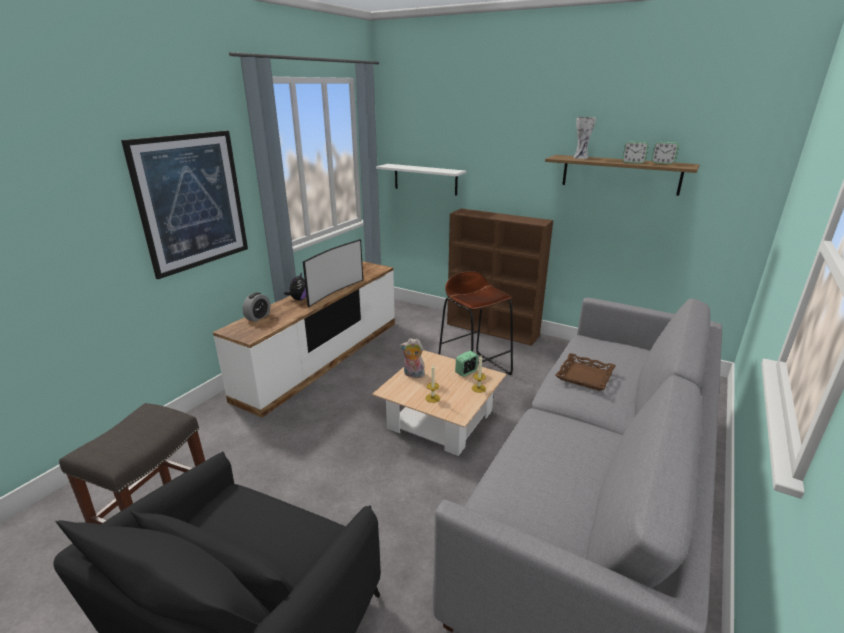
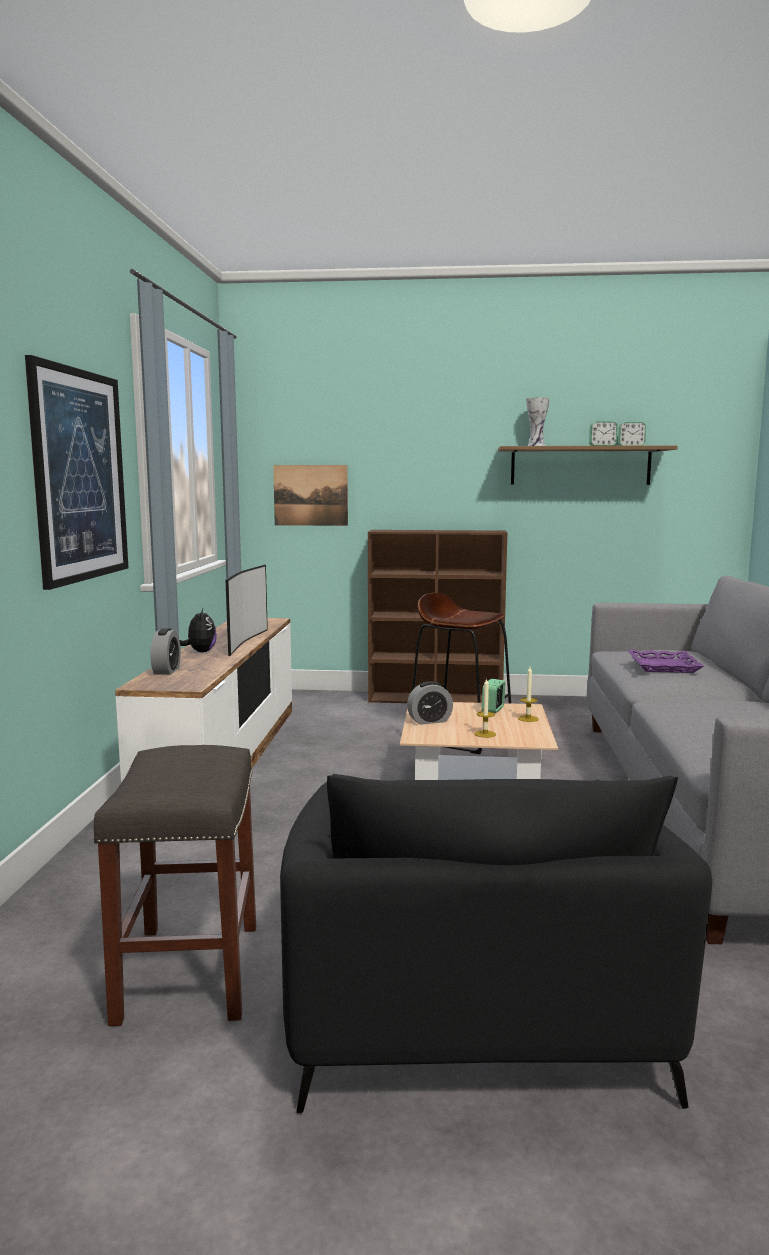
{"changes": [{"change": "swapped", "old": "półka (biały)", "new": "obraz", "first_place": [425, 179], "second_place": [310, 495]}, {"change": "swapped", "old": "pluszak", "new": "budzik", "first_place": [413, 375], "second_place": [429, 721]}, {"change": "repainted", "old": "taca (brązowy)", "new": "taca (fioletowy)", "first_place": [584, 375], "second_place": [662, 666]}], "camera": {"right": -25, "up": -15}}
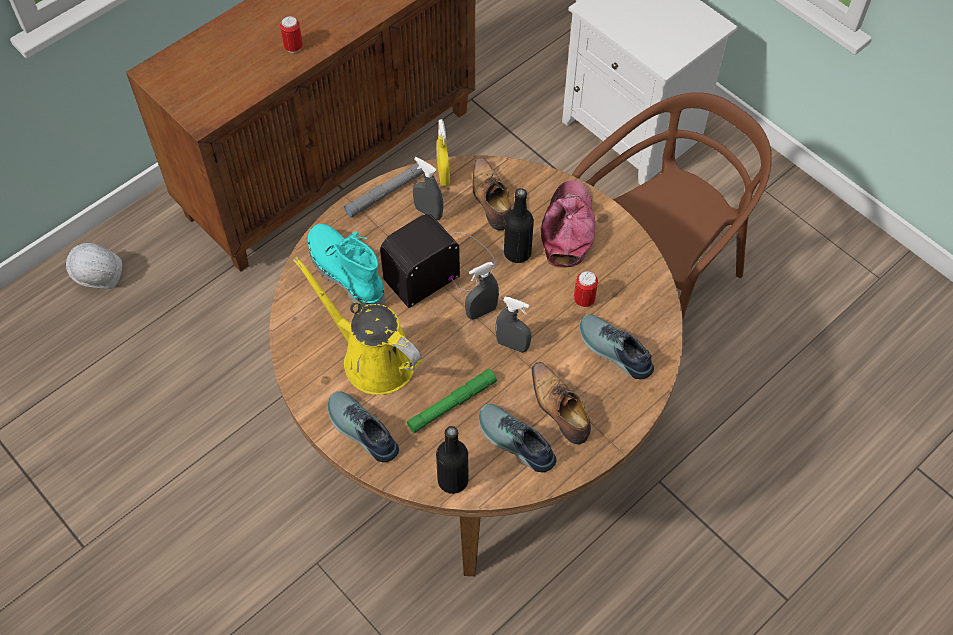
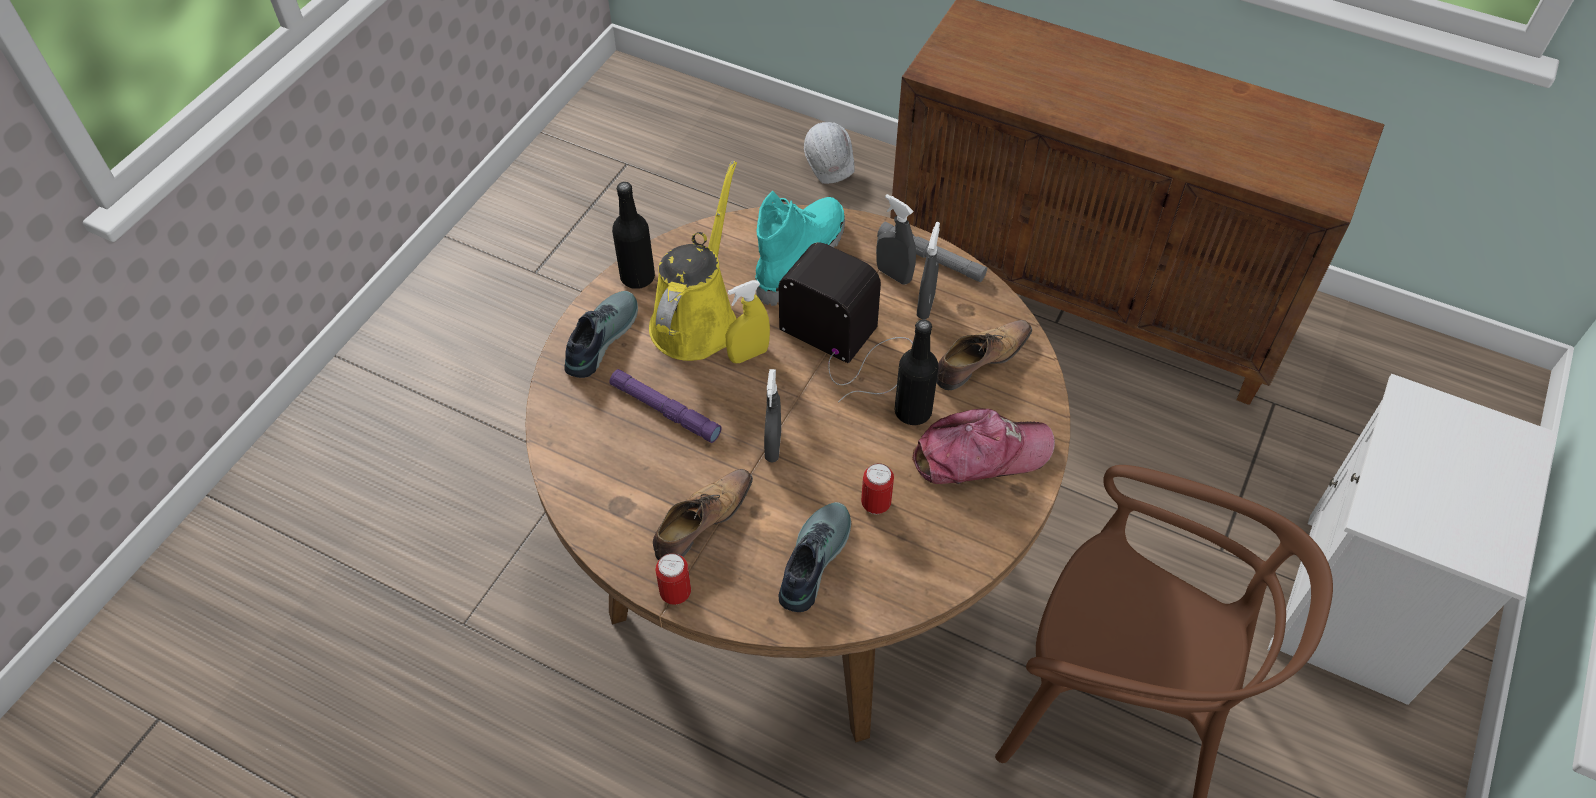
{"changes": [{"change": "gone", "old": "but", "first_place": [514, 442]}, {"change": "shifted", "old": "puszka", "first_place": [293, 47], "second_place": [675, 593]}, {"change": "shifted", "old": "butelka (czarny)", "first_place": [453, 480], "second_place": [637, 277]}, {"change": "shifted", "old": "spryskiwacz (żółty)", "first_place": [443, 176], "second_place": [748, 354]}, {"change": "shifted", "old": "spryskiwacz (szary)", "first_place": [481, 312], "second_place": [894, 274]}, {"change": "repainted", "old": "latarka (zielony)", "new": "latarka (fioletowy)", "first_place": [452, 404], "second_place": [665, 410]}], "camera": {"right": 70, "up": -5}}
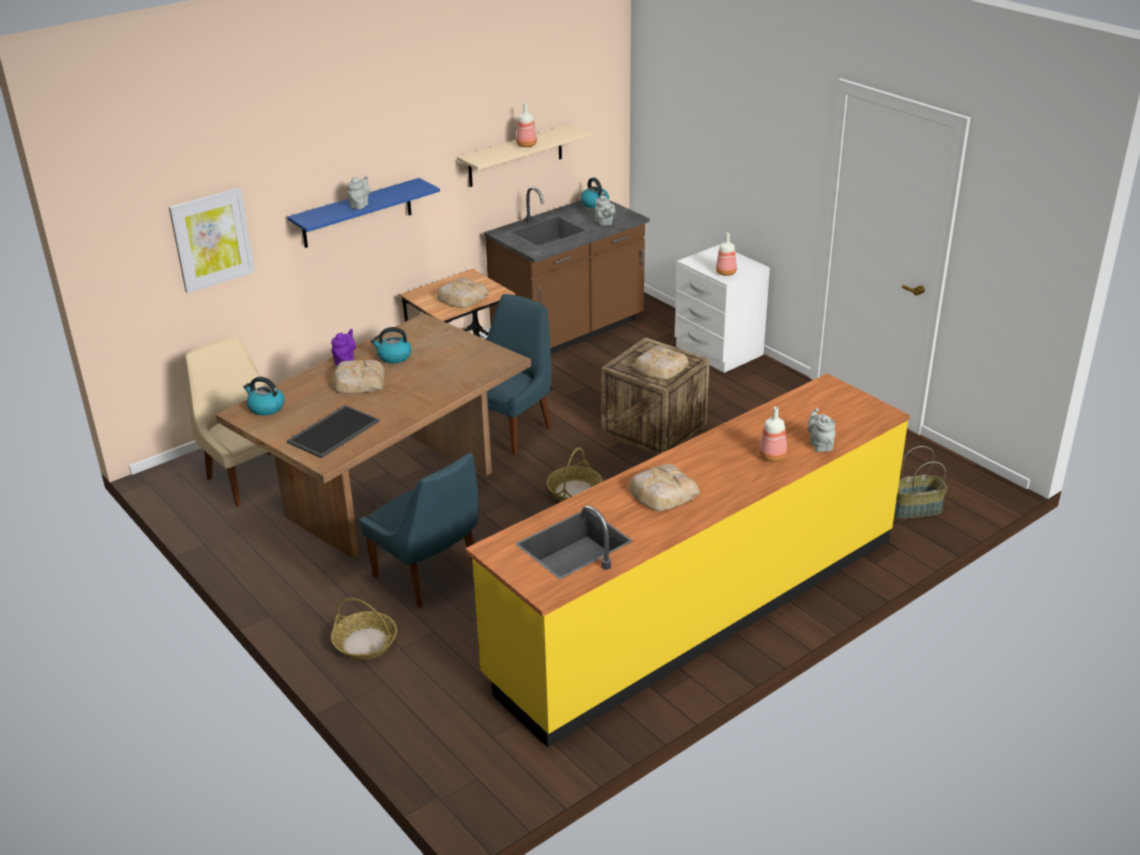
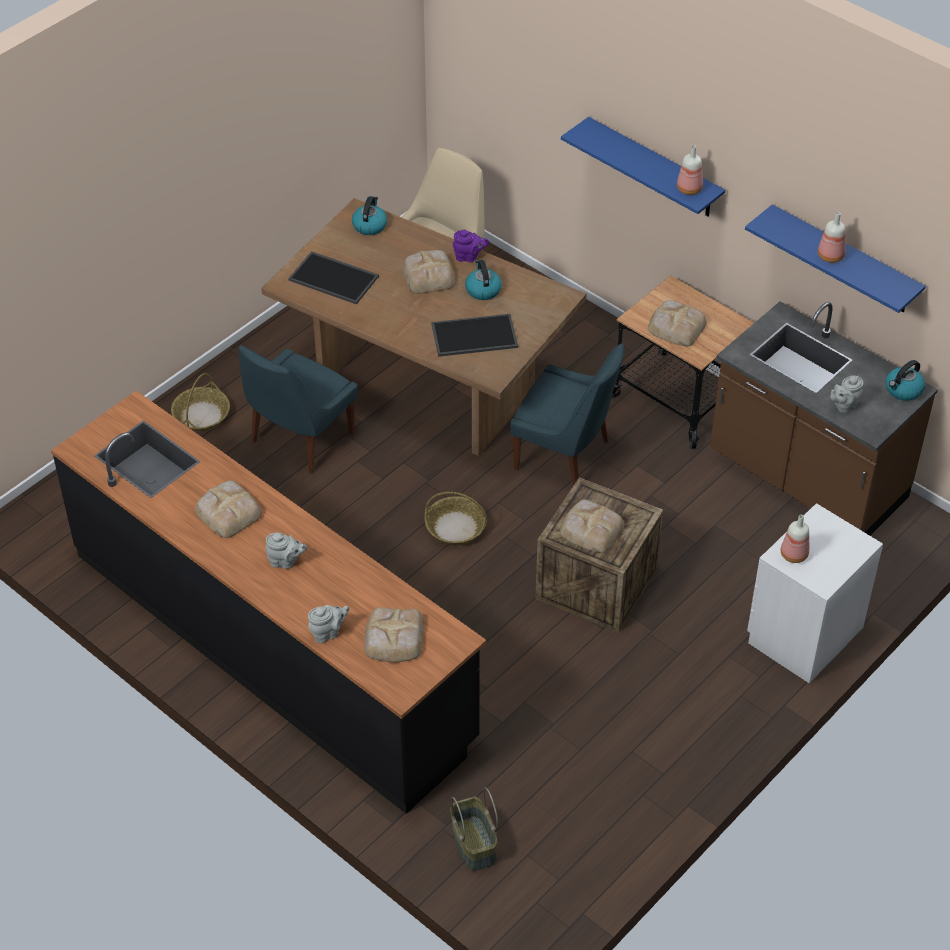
{"changes": [{"change": "gone", "old": "obraz", "first_place": [212, 239]}, {"change": "new", "new": "chleb", "second_place": [393, 638]}, {"change": "new", "new": "taca", "second_place": [473, 337]}, {"change": "shifted", "old": "imbryk (szary)", "first_place": [360, 205], "second_place": [285, 561]}, {"change": "shifted", "old": "butelka", "first_place": [773, 456], "second_place": [689, 189]}, {"change": "repainted", "old": "półka (beżowy)", "new": "półka (niebieski)", "first_place": [515, 156], "second_place": [844, 260]}, {"change": "repainted", "old": "zabudowa kuchenna (żółty)", "new": "zabudowa kuchenna (czarny)", "first_place": [697, 607], "second_place": [272, 645]}], "camera": {"right": 80, "up": 15}}
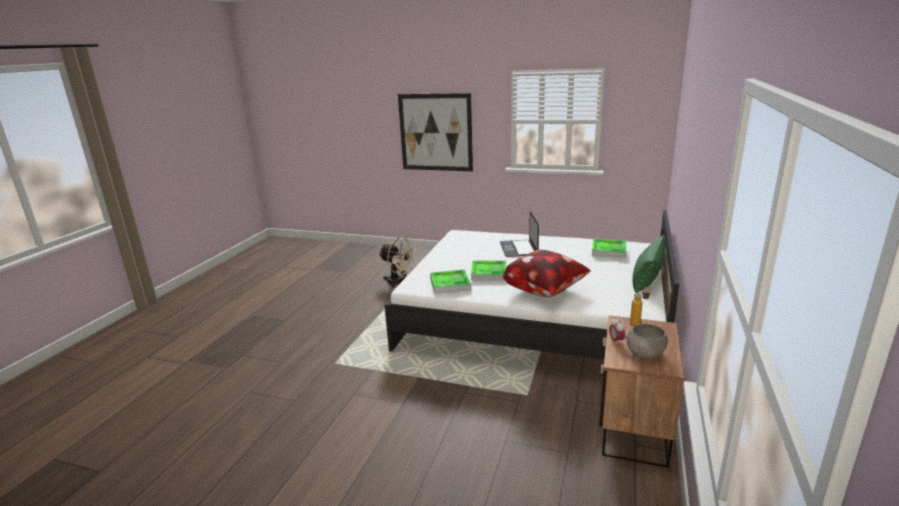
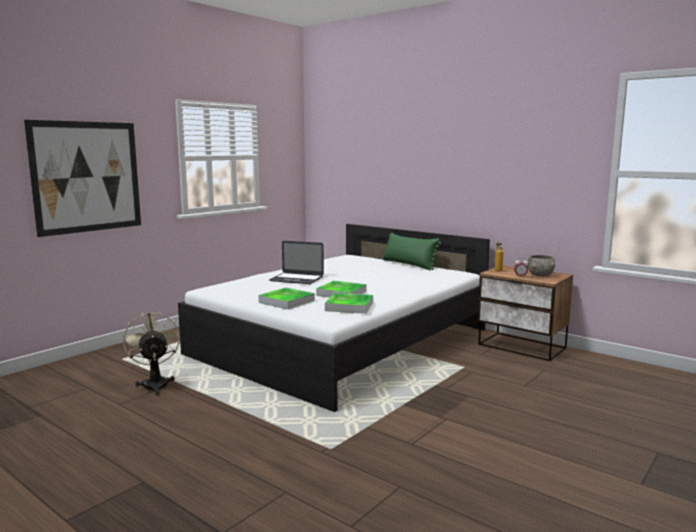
{"changes": [{"change": "gone", "old": "poduszka", "first_place": [546, 291]}, {"change": "shifted", "old": "taca", "first_place": [608, 251], "second_place": [286, 301]}, {"change": "rotated", "old": "wentylator (beżowy)", "first_place": [398, 282], "second_place": [155, 384], "degrees": -75}], "camera": {"right": -70, "up": -10}}
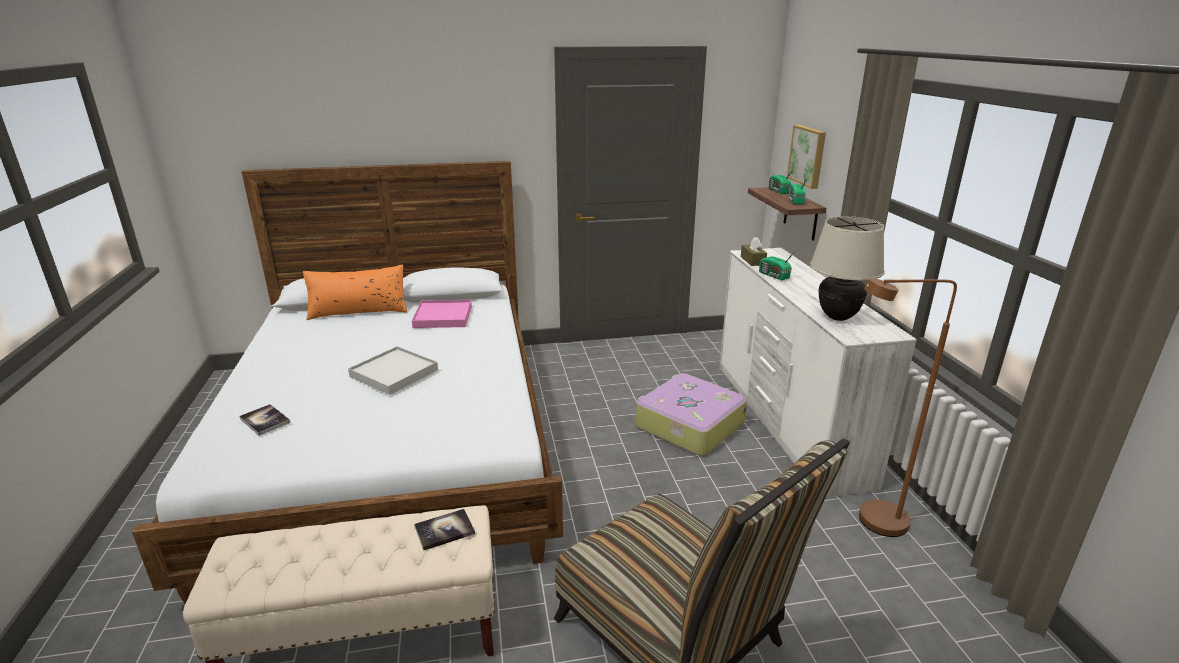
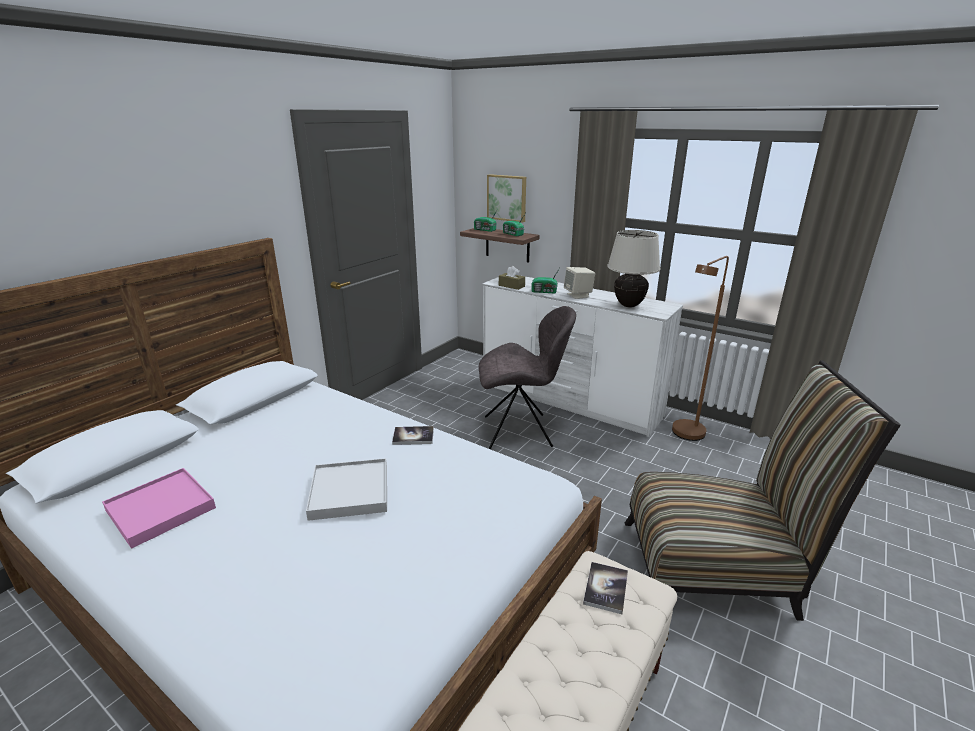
{"changes": [{"change": "gone", "old": "poduszka (pomarańczowy)", "first_place": [358, 311]}, {"change": "new", "new": "głośnik (beżowy)", "second_place": [578, 295]}, {"change": "shifted", "old": "książka", "first_place": [265, 421], "second_place": [413, 436]}, {"change": "shifted", "old": "taca (różowy)", "first_place": [443, 317], "second_place": [161, 509]}, {"change": "swapped", "old": "walizka", "new": "krzesło (szary)", "first_place": [688, 425], "second_place": [521, 431]}], "camera": {"right": -45, "up": 0}}
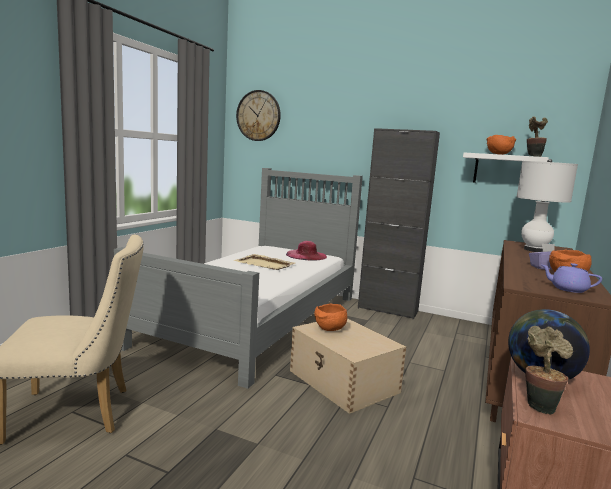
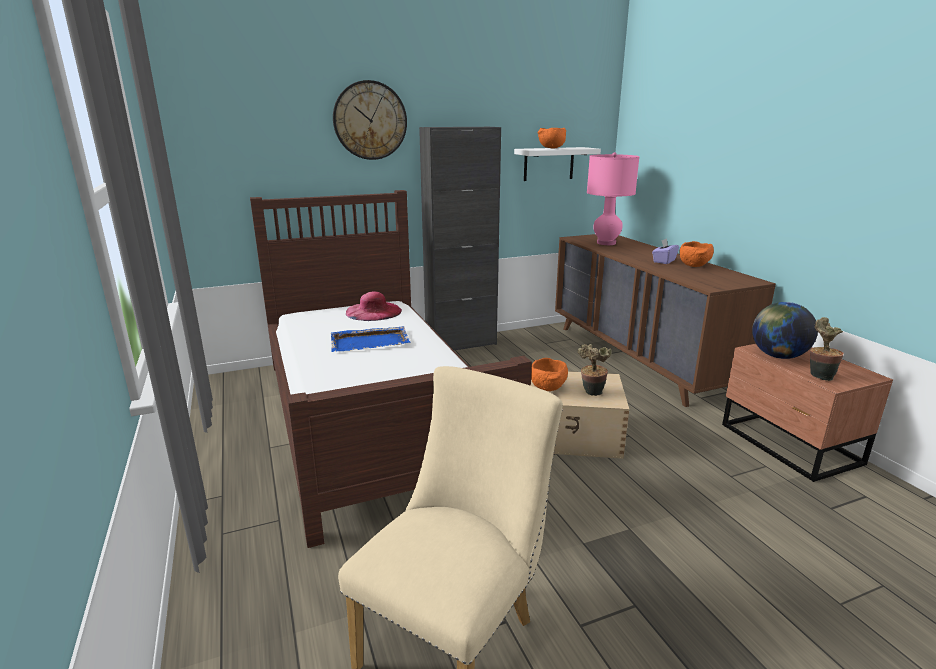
{"changes": [{"change": "gone", "old": "imbryk (fioletowy)", "first_place": [567, 289]}, {"change": "shifted", "old": "zegar ścienny", "first_place": [258, 116], "second_place": [370, 120]}, {"change": "shifted", "old": "roślina doniczkowa", "first_place": [533, 156], "second_place": [591, 393]}, {"change": "repainted", "old": "łóżko (szary)", "new": "łóżko (brązowy)", "first_place": [256, 318], "second_place": [374, 415]}, {"change": "repainted", "old": "taca (beżowy)", "new": "taca (niebieski)", "first_place": [265, 264], "second_place": [370, 341]}, {"change": "repainted", "old": "lampa stołowa (biały)", "new": "lampa stołowa (różowy)", "first_place": [534, 250], "second_place": [606, 243]}], "camera": {"right": -45, "up": 10}}
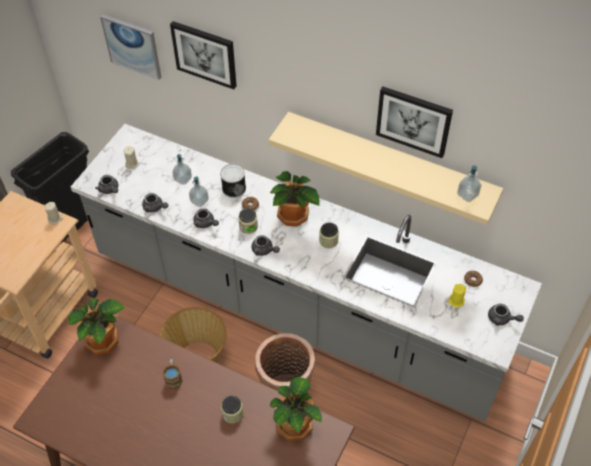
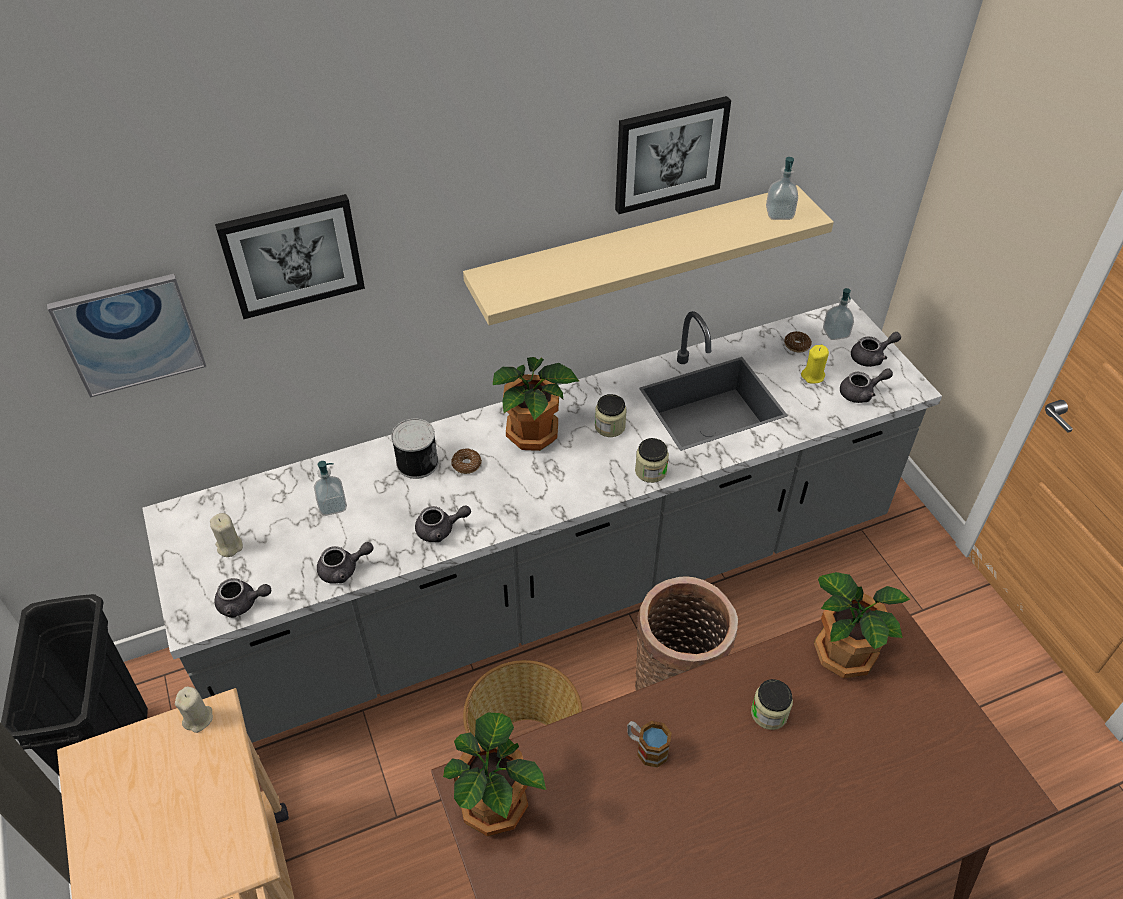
{"changes": [{"change": "shifted", "old": "dozownik mydła", "first_place": [199, 201], "second_place": [835, 333]}, {"change": "shifted", "old": "słoik", "first_place": [248, 226], "second_place": [650, 471]}, {"change": "shifted", "old": "imbryk (szary)", "first_place": [264, 250], "second_place": [861, 393]}], "camera": {"right": -50, "up": -5}}
